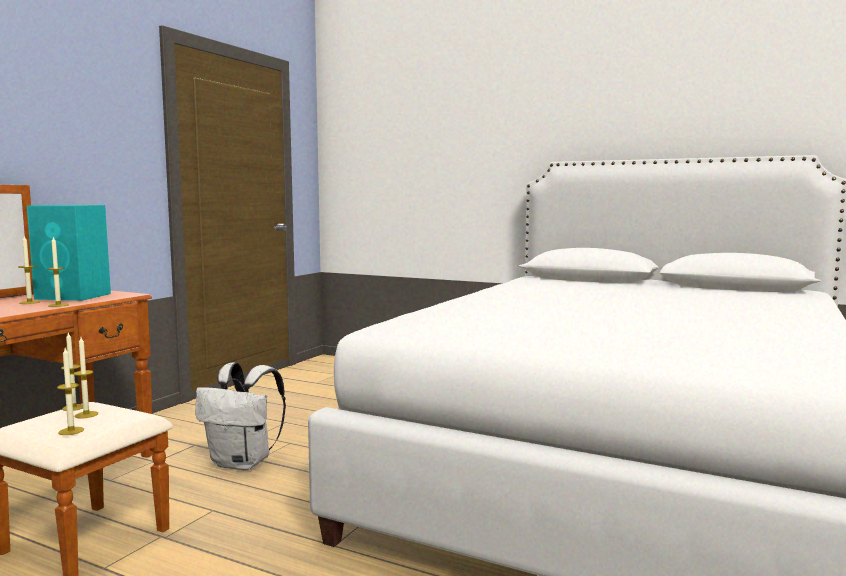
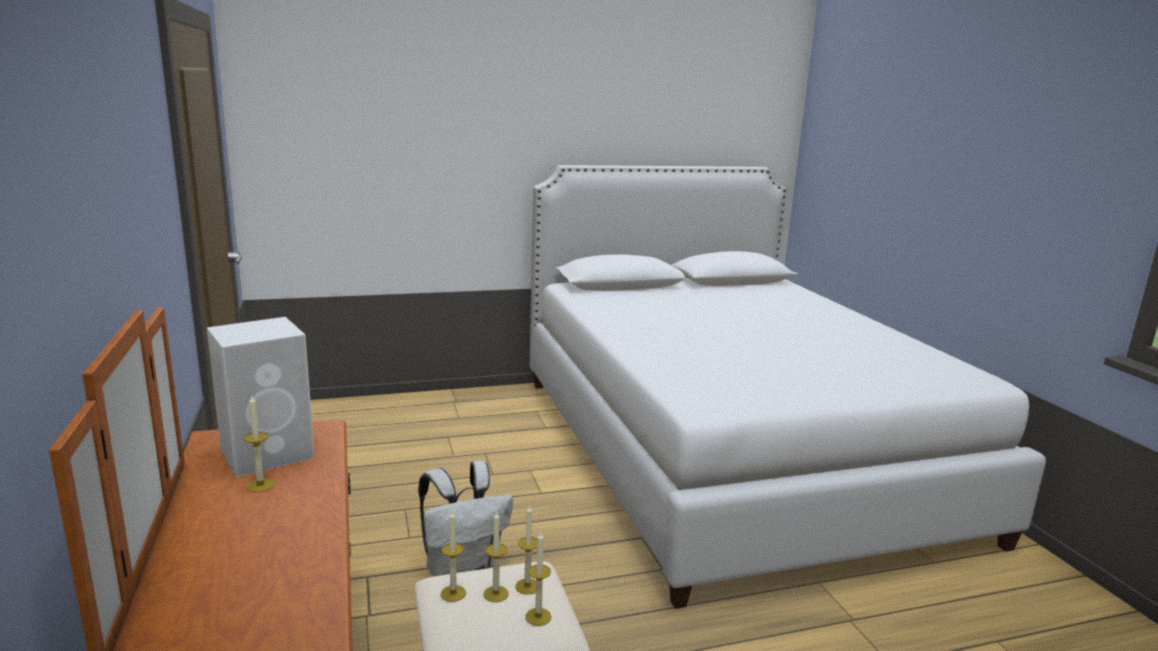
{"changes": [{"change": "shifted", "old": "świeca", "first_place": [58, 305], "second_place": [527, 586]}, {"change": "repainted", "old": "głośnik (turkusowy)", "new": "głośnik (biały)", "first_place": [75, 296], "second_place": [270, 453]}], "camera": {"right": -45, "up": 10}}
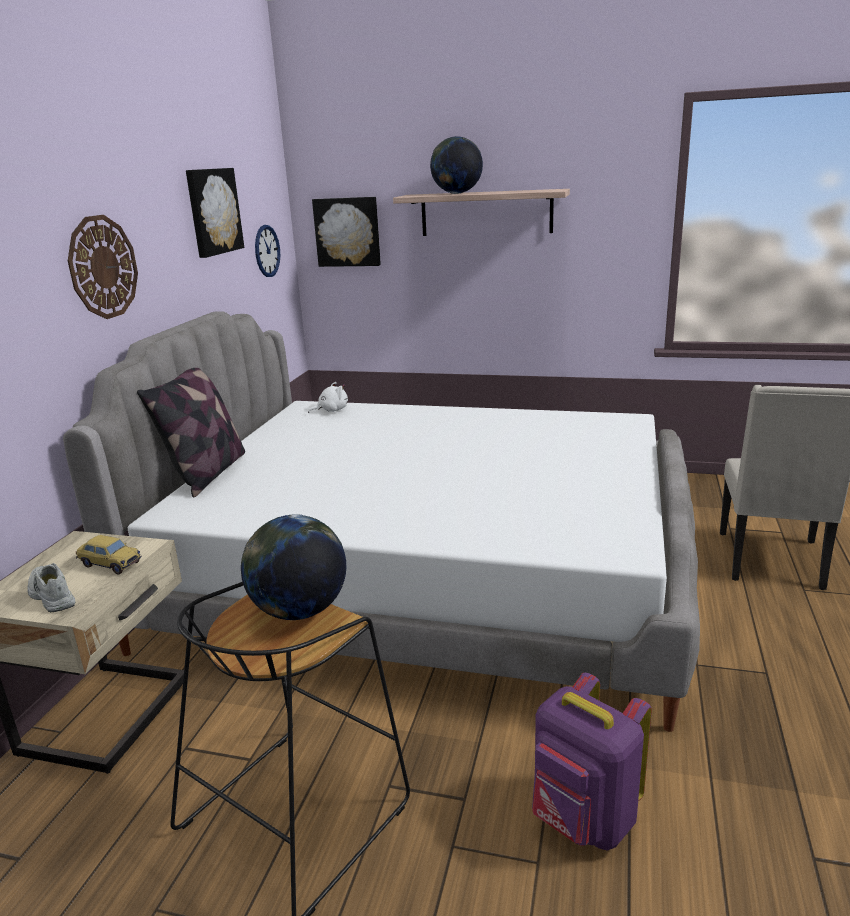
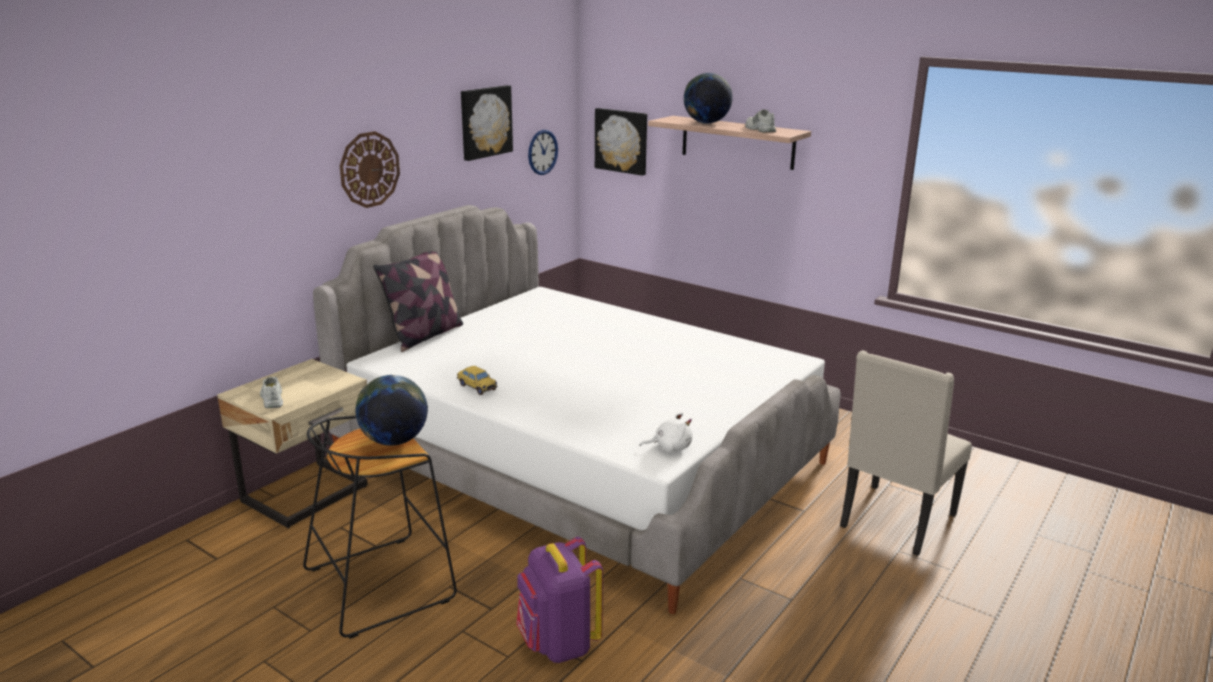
{"changes": [{"change": "new", "new": "but (biały)", "second_place": [759, 129]}, {"change": "shifted", "old": "samochodzik", "first_place": [110, 564], "second_place": [477, 387]}, {"change": "shifted", "old": "pluszak (biały)", "first_place": [331, 410], "second_place": [670, 447]}], "camera": {"right": 20, "up": 0}}
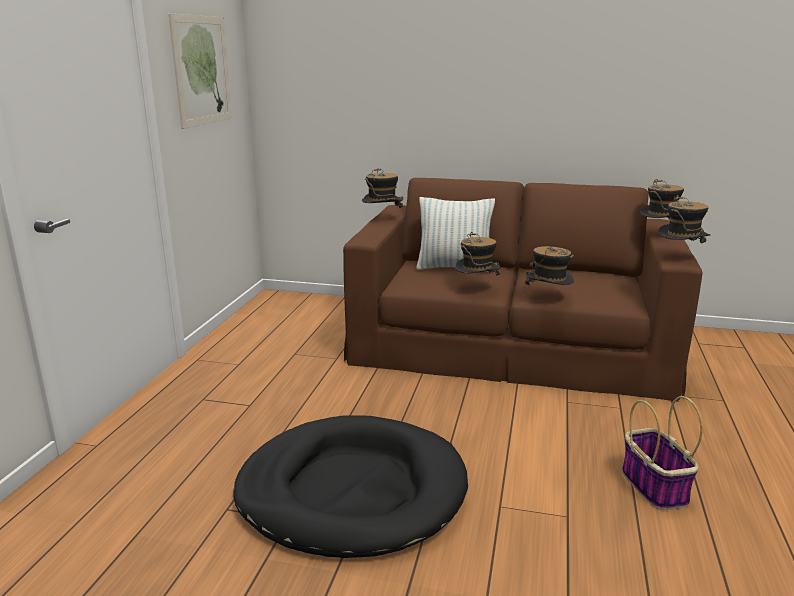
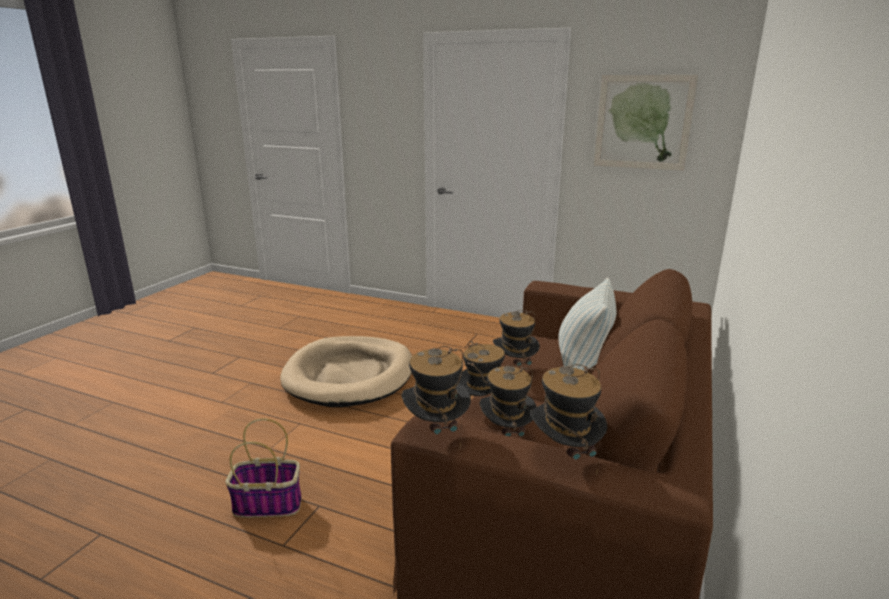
{"changes": [{"change": "shifted", "old": "kapelusz", "first_place": [382, 219], "second_place": [506, 436]}, {"change": "repainted", "old": "legowisko (czarny)", "new": "legowisko (beżowy)", "first_place": [352, 491], "second_place": [350, 375]}], "camera": {"right": 100, "up": 0}}
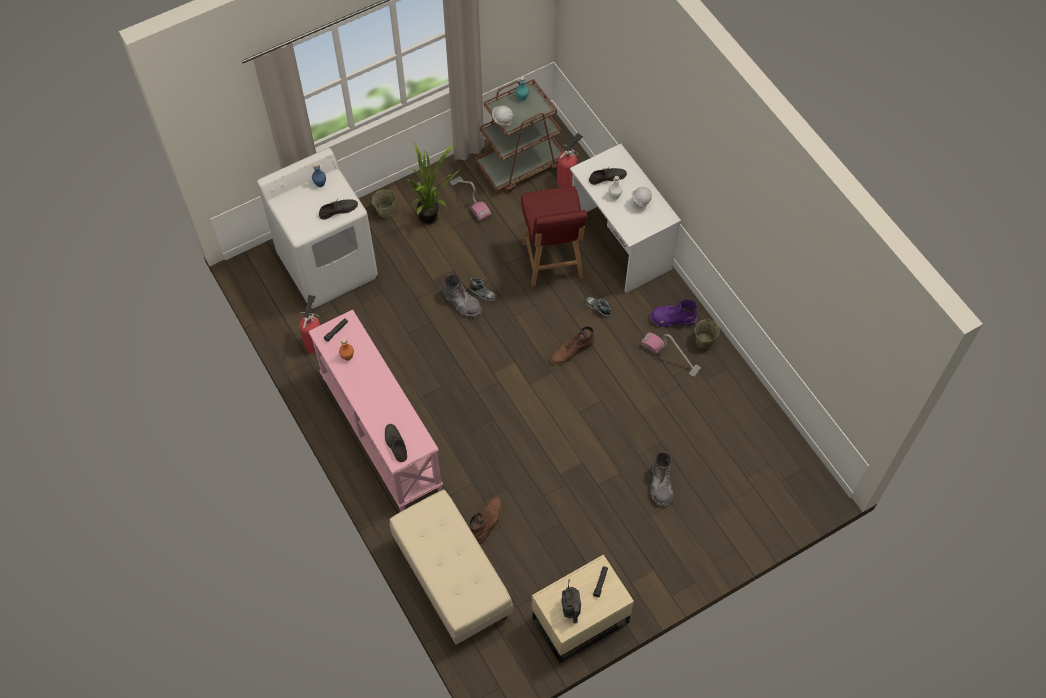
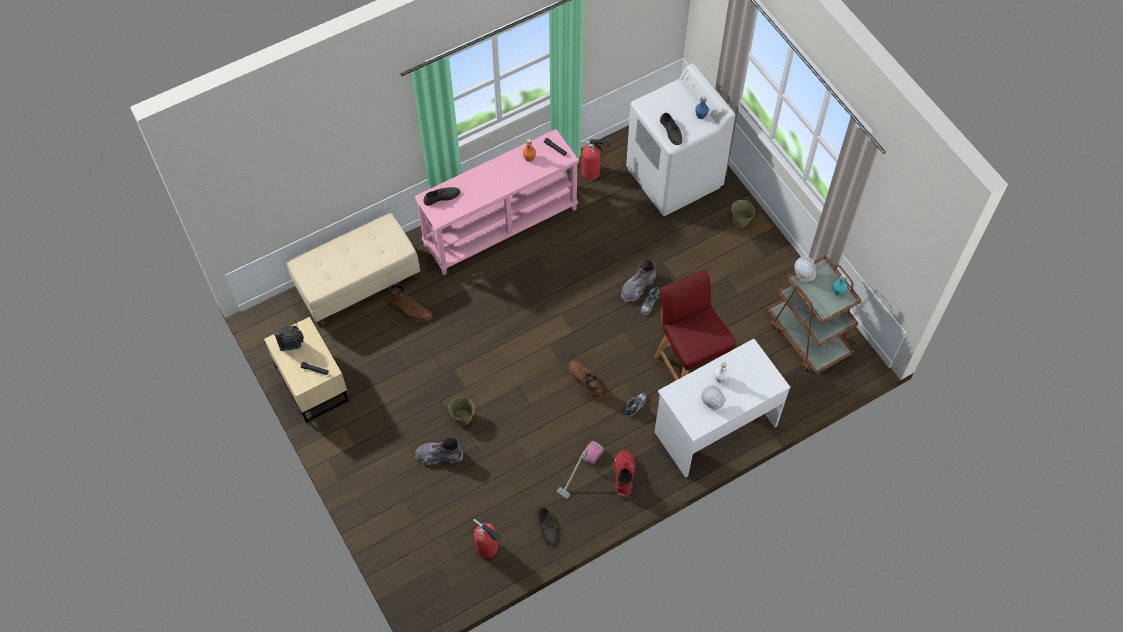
{"changes": [{"change": "gone", "old": "roślina doniczkowa", "first_place": [433, 218]}, {"change": "gone", "old": "odkurzacz", "first_place": [470, 199]}, {"change": "shifted", "old": "gaśnica", "first_place": [567, 180], "second_place": [489, 549]}, {"change": "shifted", "old": "but (szary)", "first_place": [607, 177], "second_place": [547, 526]}, {"change": "shifted", "old": "wiadro (beżowy)", "first_place": [704, 341], "second_place": [462, 417]}, {"change": "repainted", "old": "but z cholewką (fioletowy)", "new": "but z cholewką (czerwony)", "first_place": [672, 319], "second_place": [623, 475]}, {"change": "rotated", "old": "krzesło (czerwony)", "first_place": [552, 262], "second_place": [689, 365], "degrees": 75}], "camera": {"right": 90, "up": 0}}
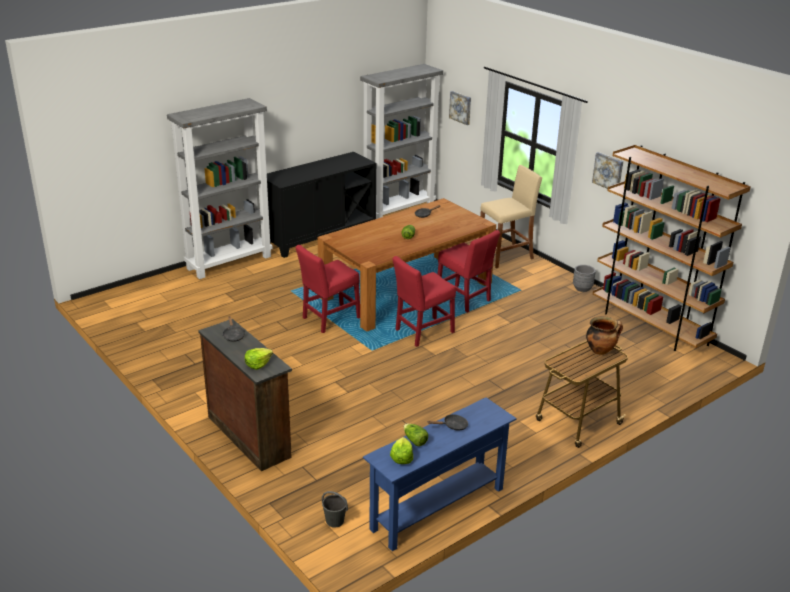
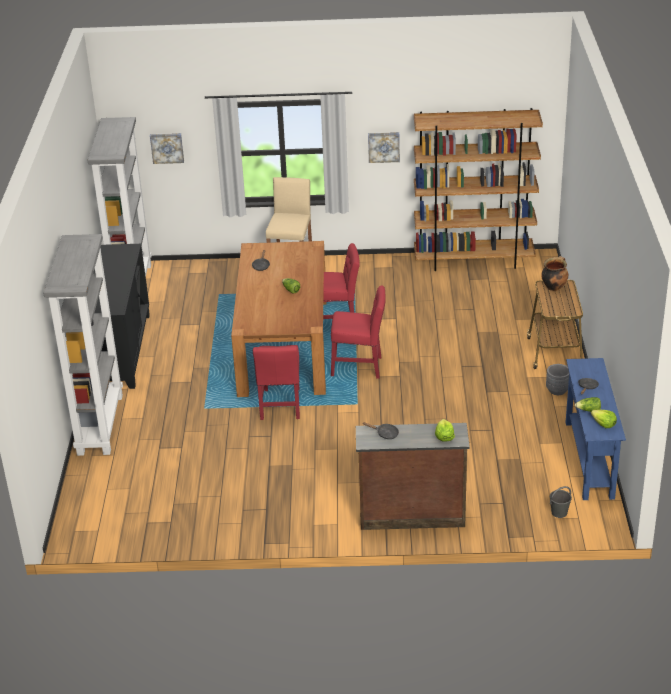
{"changes": [{"change": "shifted", "old": "donica (szary)", "first_place": [582, 288], "second_place": [557, 390]}, {"change": "rotated", "old": "krzesło (czerwony)", "first_place": [422, 332], "second_place": [359, 367], "degrees": -90}], "camera": {"right": -50, "up": 5}}
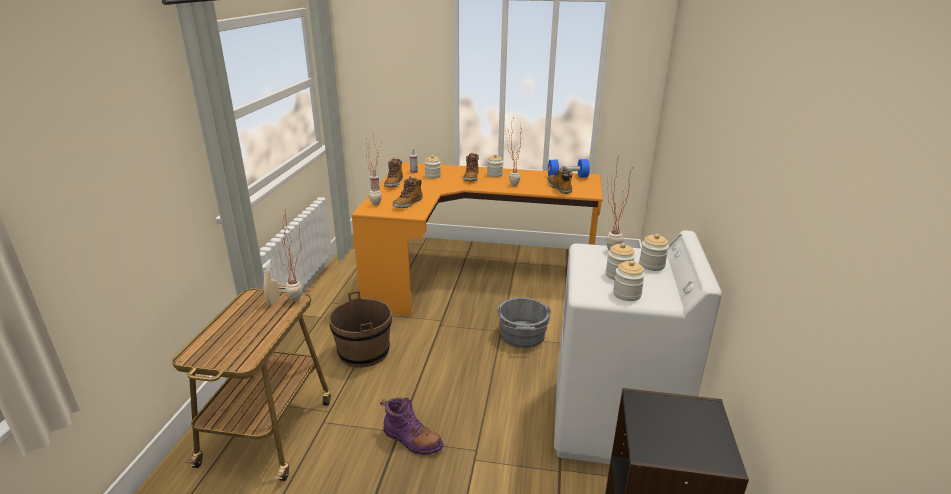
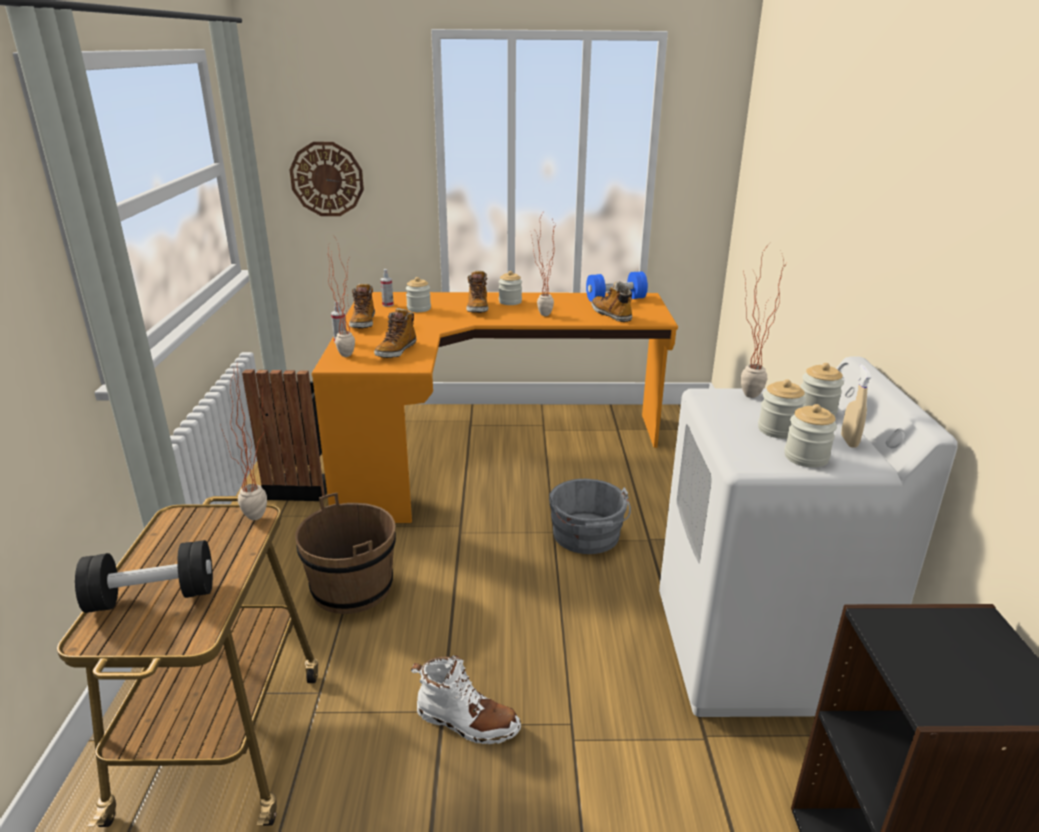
{"changes": [{"change": "new", "new": "hantel (czarny)", "second_place": [152, 597]}, {"change": "new", "new": "kosz na śmieci (czarny)", "second_place": [301, 484]}, {"change": "new", "new": "zegar ścienny", "second_place": [327, 179]}, {"change": "shifted", "old": "spryskiwacz (beżowy)", "first_place": [273, 302], "second_place": [849, 441]}, {"change": "repainted", "old": "but z cholewką (fioletowy)", "new": "but z cholewką (biały)", "first_place": [412, 440], "second_place": [467, 722]}], "camera": {"right": -10, "up": 0}}
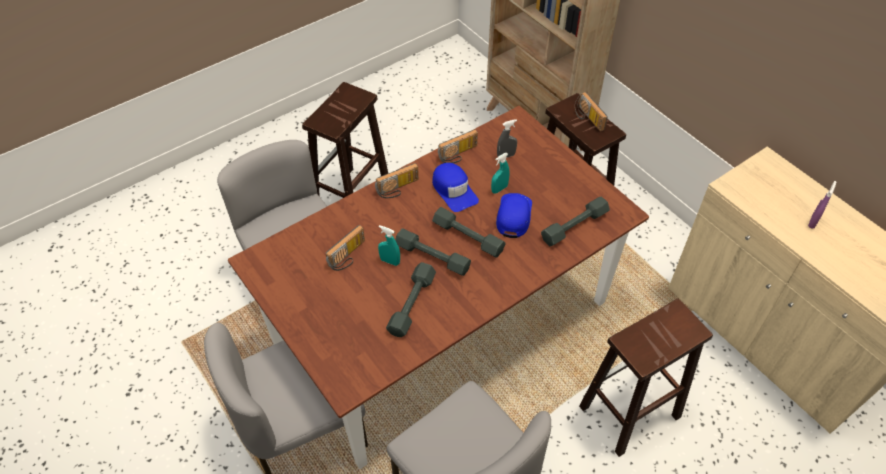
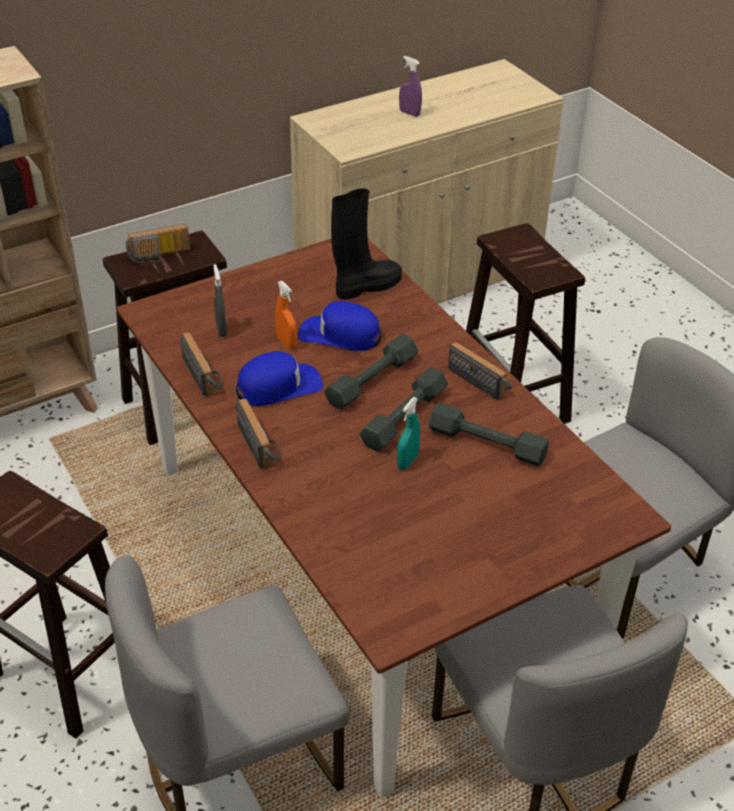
{"changes": [{"change": "shifted", "old": "radio", "first_place": [348, 256], "second_place": [481, 380]}, {"change": "swapped", "old": "hantel (szary)", "new": "but z cholewką (czarny)", "first_place": [574, 226], "second_place": [366, 286]}, {"change": "repainted", "old": "spryskiwacz (turkusowy)", "new": "spryskiwacz (pomarańczowy)", "first_place": [499, 189], "second_place": [286, 342]}], "camera": {"right": -85, "up": -10}}
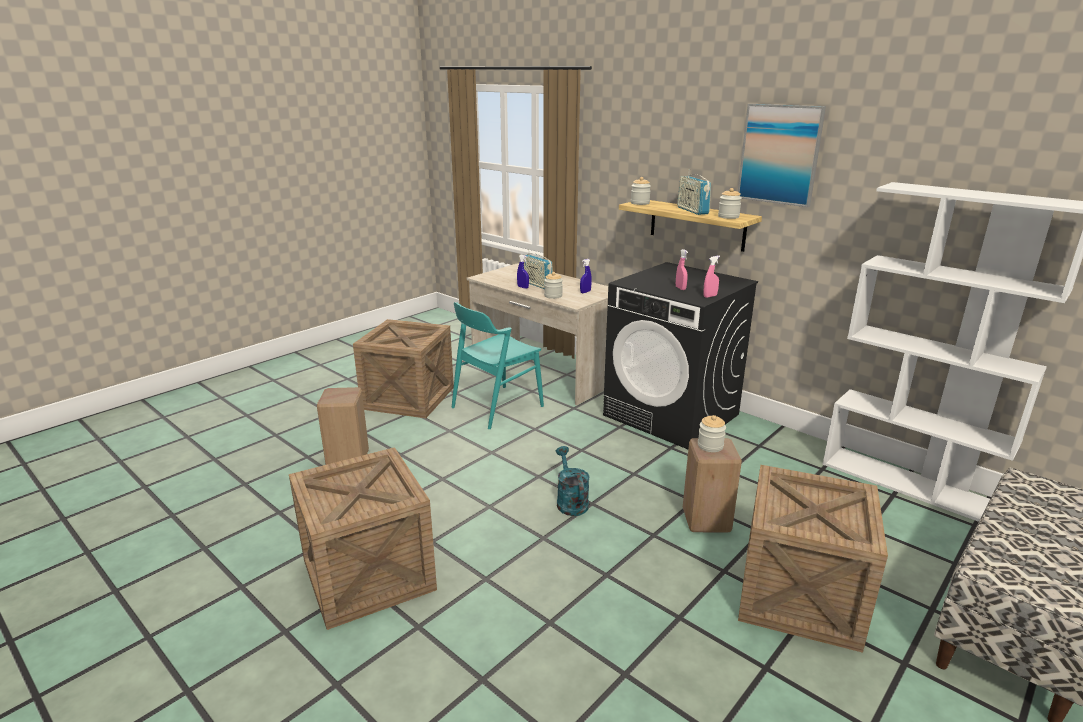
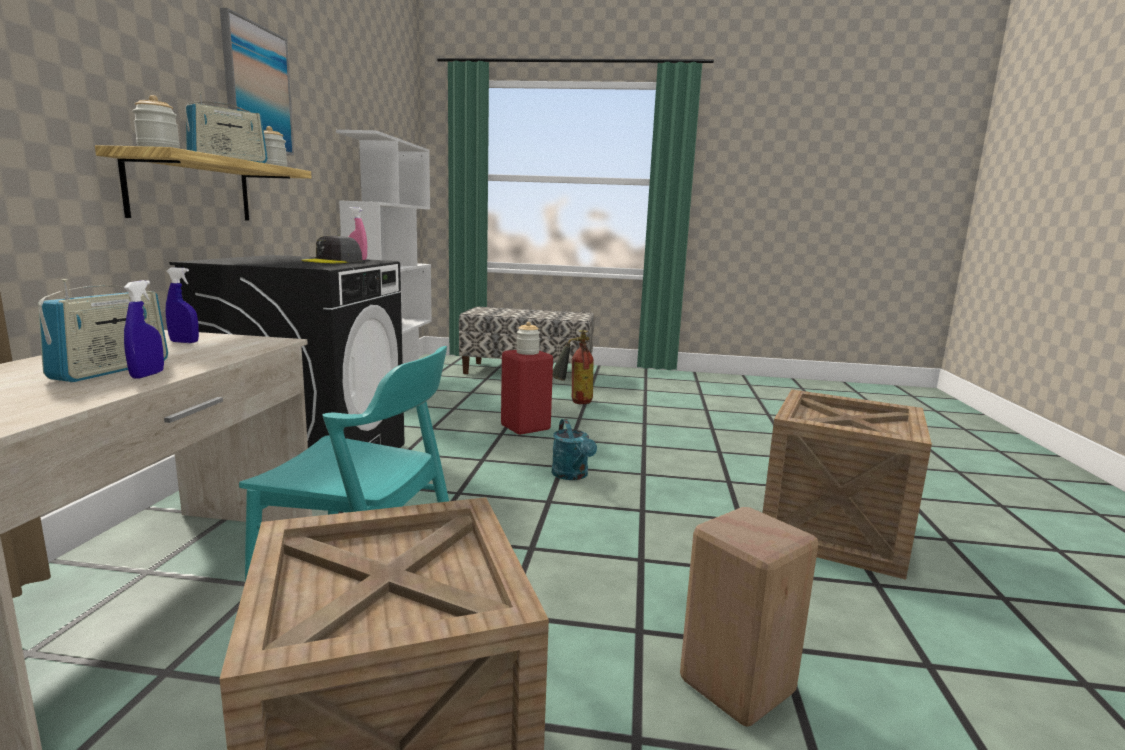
{"changes": [{"change": "gone", "old": "słoik", "first_place": [553, 296]}, {"change": "swapped", "old": "spryskiwacz (różowy)", "new": "czapka z daszkiem (szary)", "first_place": [680, 288], "second_place": [333, 261]}, {"change": "swapped", "old": "skrzynka", "new": "gaśnica", "first_place": [799, 596], "second_place": [573, 402]}, {"change": "repainted", "old": "stołek (beżowy)", "new": "stołek (czerwony)", "first_place": [707, 519], "second_place": [523, 427]}, {"change": "rotated", "old": "konewka (turkusowy)", "first_place": [570, 501], "second_place": [572, 475], "degrees": -60}], "camera": {"right": -125, "up": -10}}
